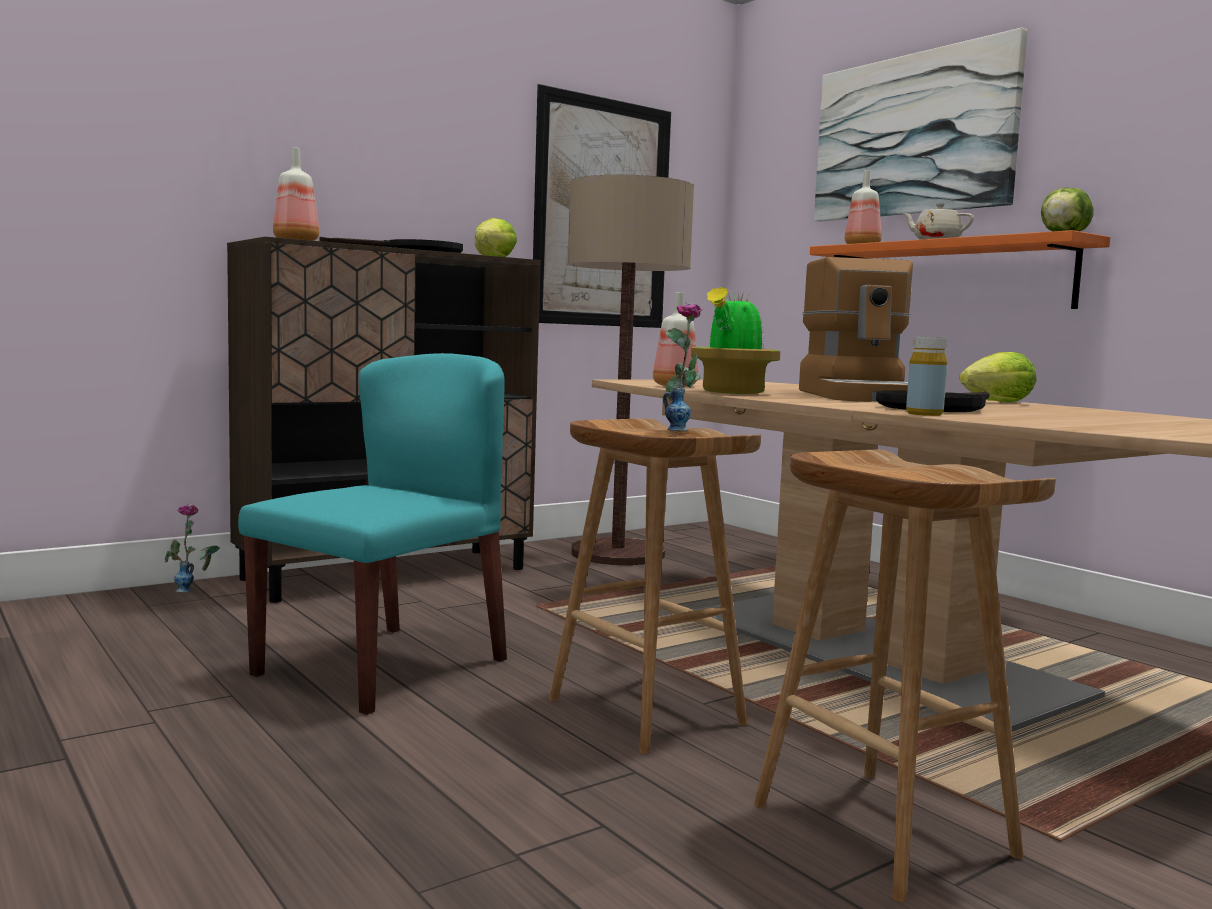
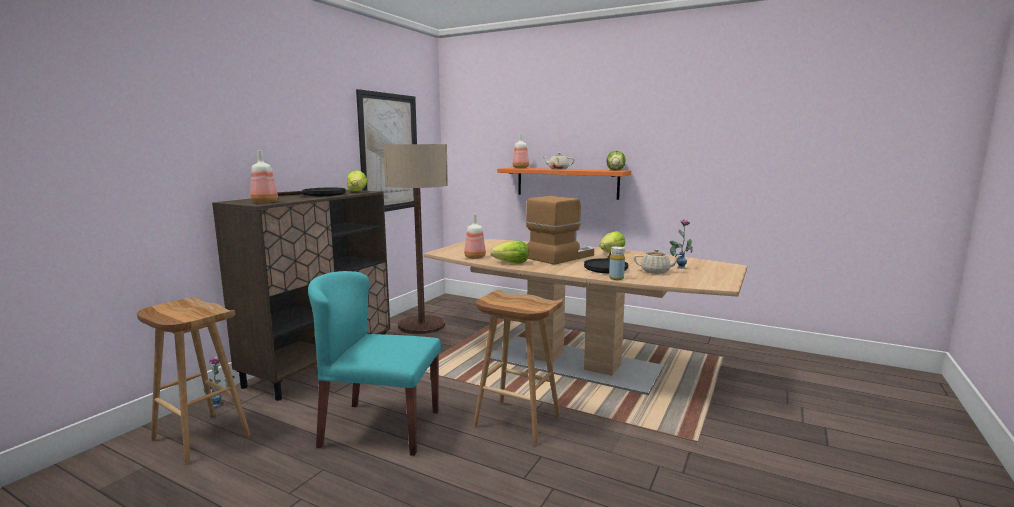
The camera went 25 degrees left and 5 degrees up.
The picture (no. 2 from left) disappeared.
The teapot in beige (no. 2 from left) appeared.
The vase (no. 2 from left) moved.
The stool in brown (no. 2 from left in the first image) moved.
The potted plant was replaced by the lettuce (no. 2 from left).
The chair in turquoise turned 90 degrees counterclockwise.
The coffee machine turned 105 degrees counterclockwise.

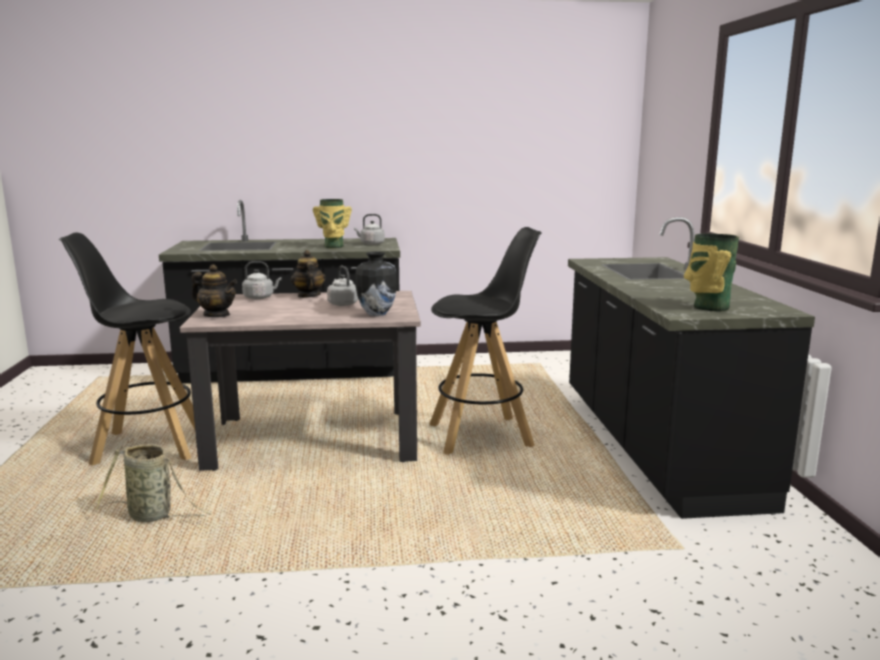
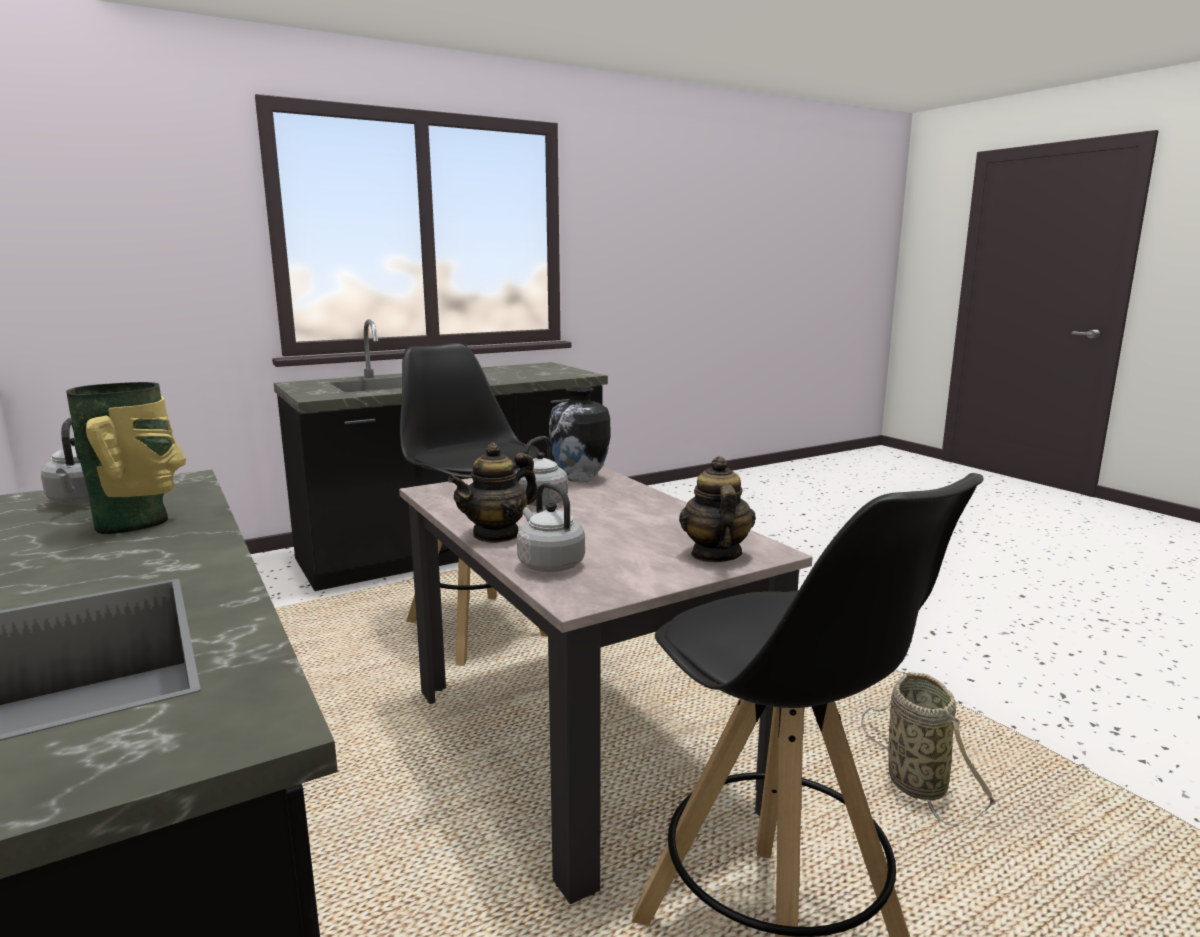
The camera went 115 degrees left and 0 degrees up.
The vase (no. 3 from left) disappeared.

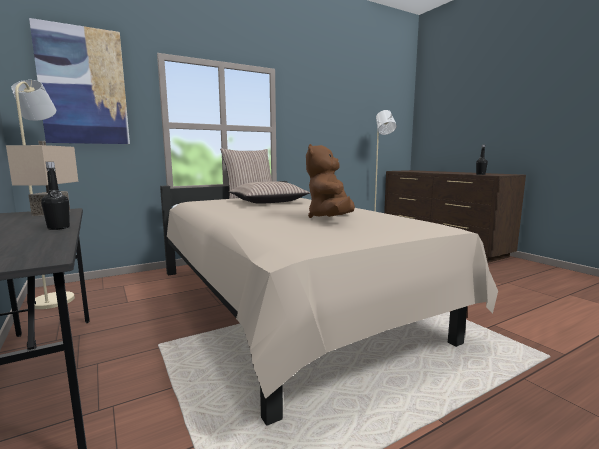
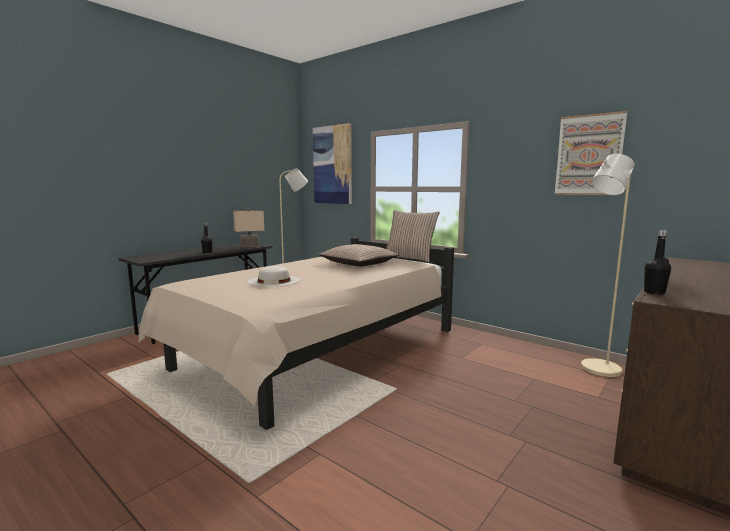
The camera went 70 degrees right and 0 degrees up.
The picture (no. 2 from left) appeared.
The plush toy in brown was replaced by the hat in white.

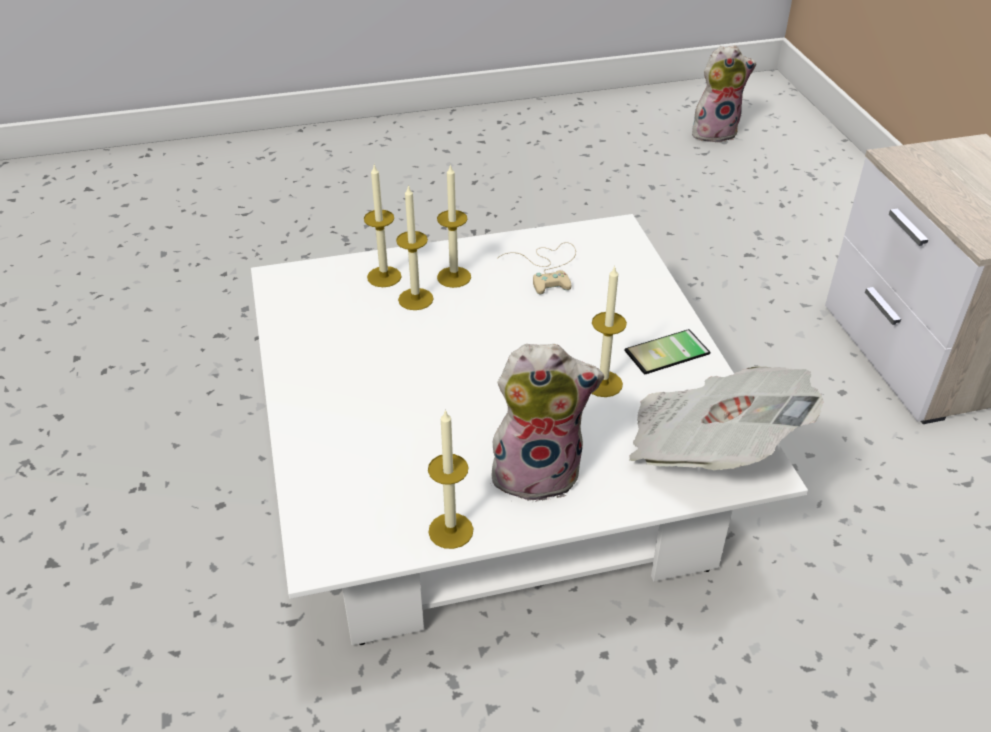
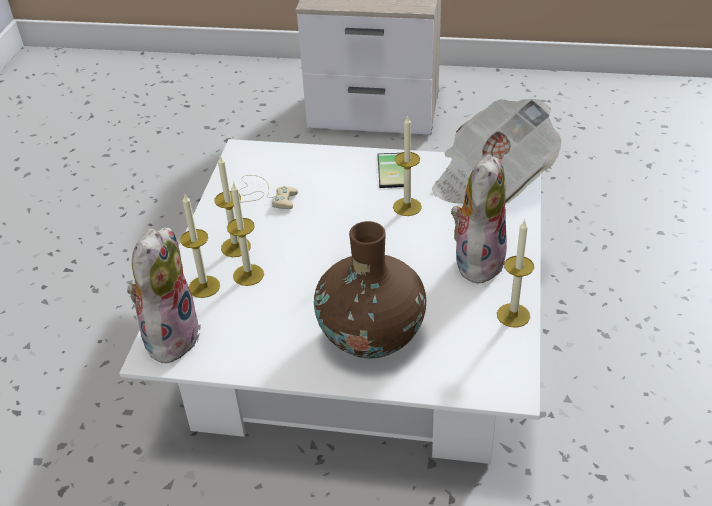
The camera went 65 degrees left and 0 degrees up.
The vase in brown appeared.
The plush toy (no. 2 from left in the first image) moved.

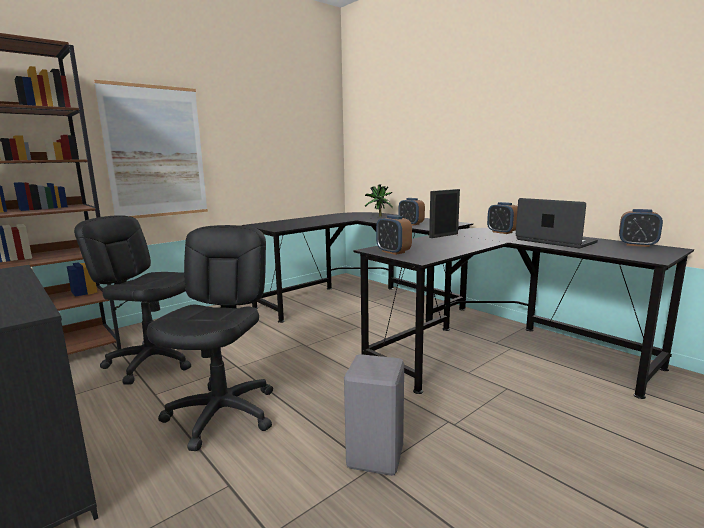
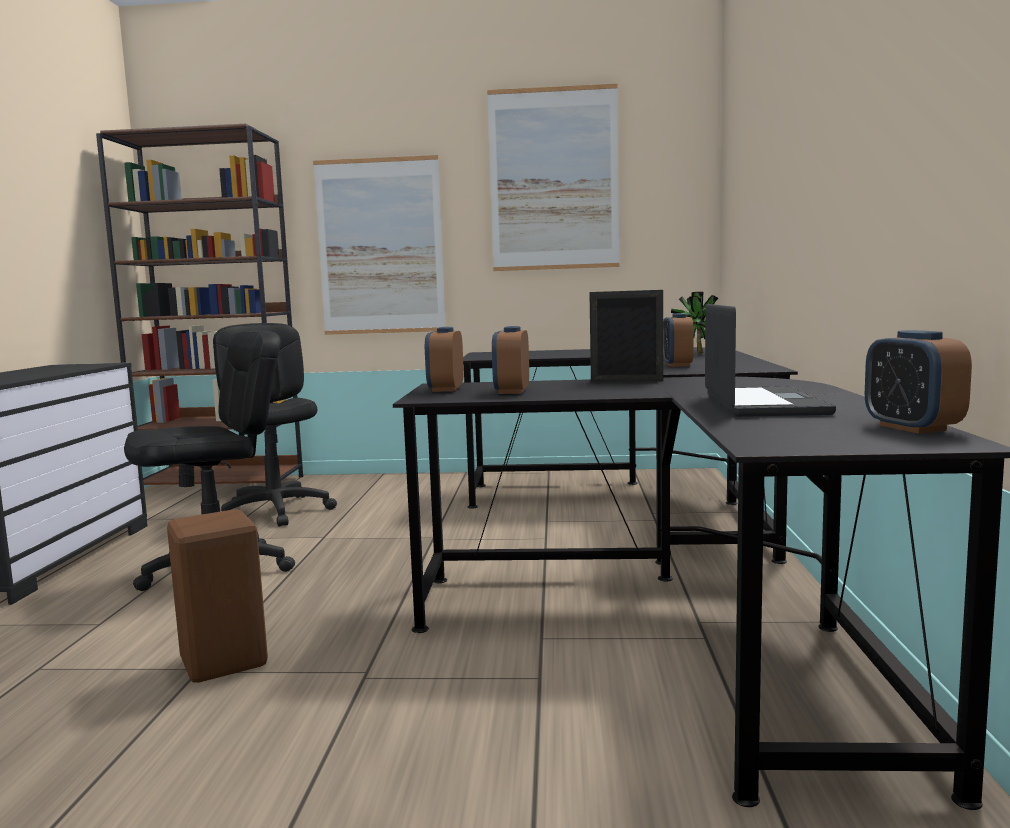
The camera went 45 degrees right and 5 degrees down.
The picture (no. 2 from left) appeared.
The alarm clock (no. 3 from left in the first image) moved.
The stool in grey became the stool in brown.

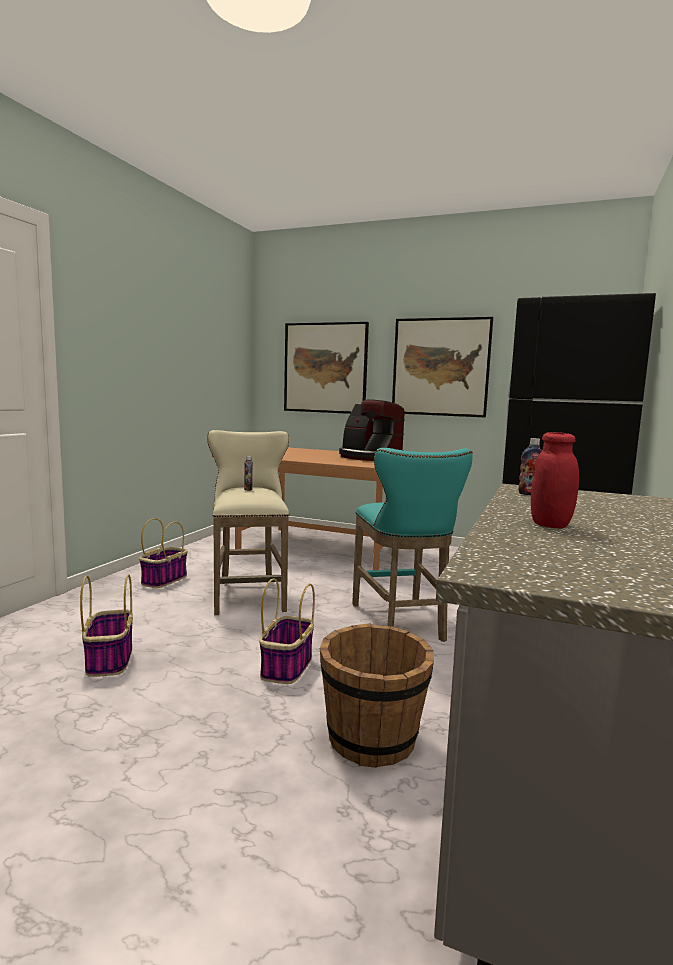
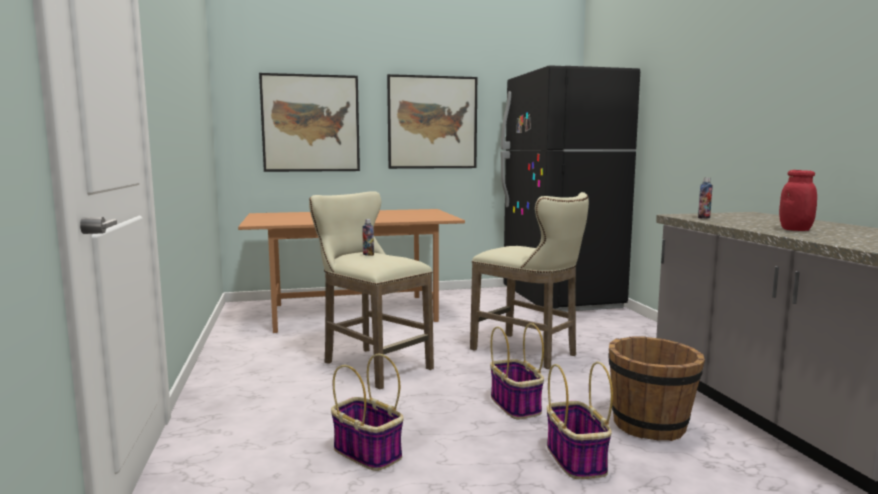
The camera went 35 degrees left and 0 degrees up.
The coffee machine disappeared.
The basket (no. 2 from left in the first image) moved.
The stool in turquoise became the stool in beige (no. 2 from left).

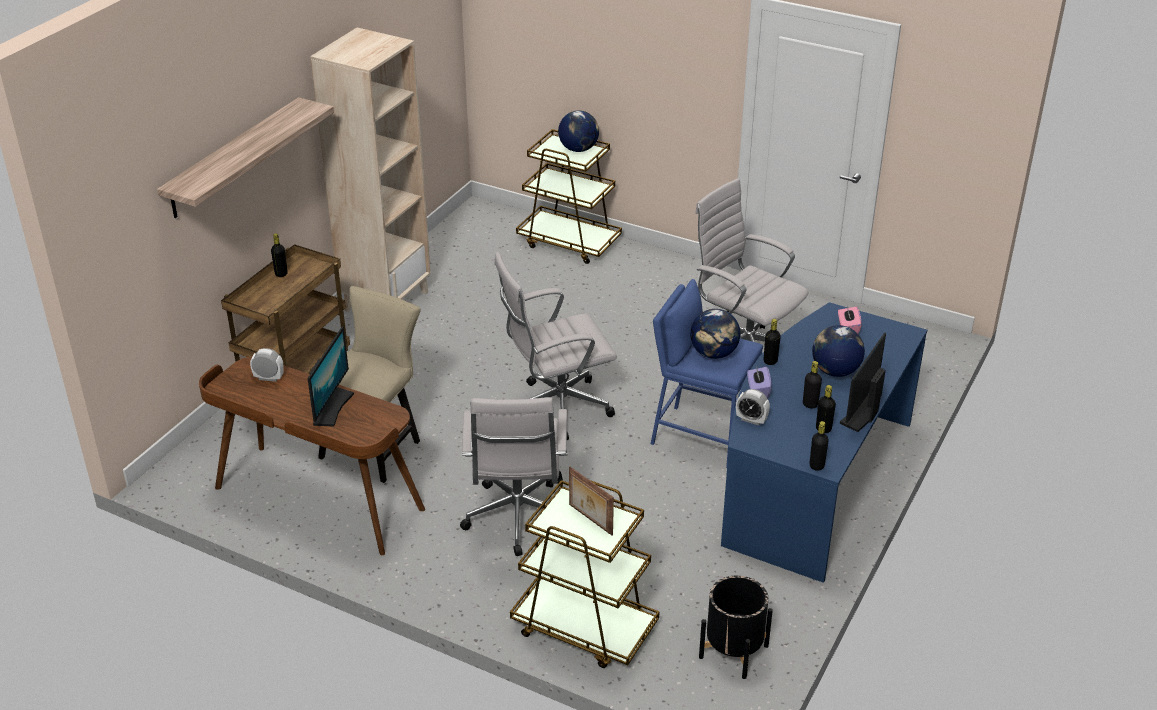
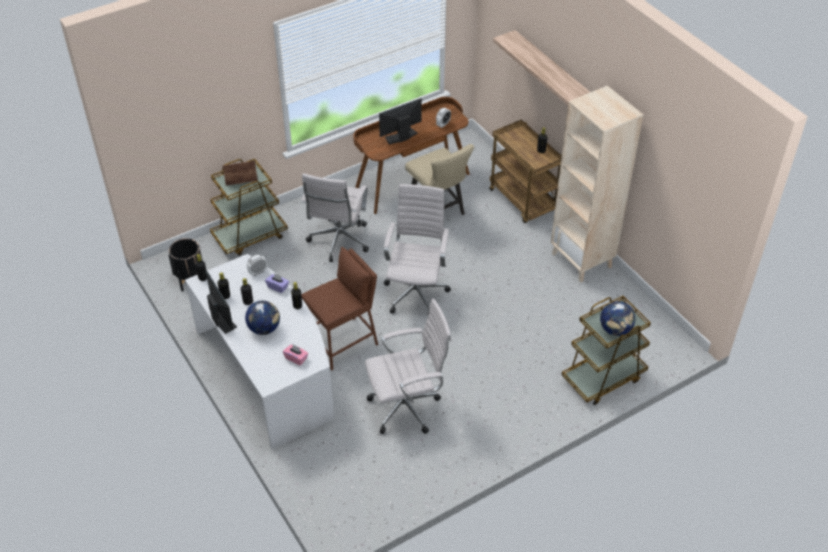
The camera went 120 degrees right and 10 degrees up.
The globe (no. 2 from left) disappeared.
The stool in blue became the stool in brown.
The desk in blue became the desk in white.
The monitor (no. 1 from left in the first image) turned 105 degrees clockwise.
The office chair in white (no. 1 from left) turned 105 degrees counterclockwise.

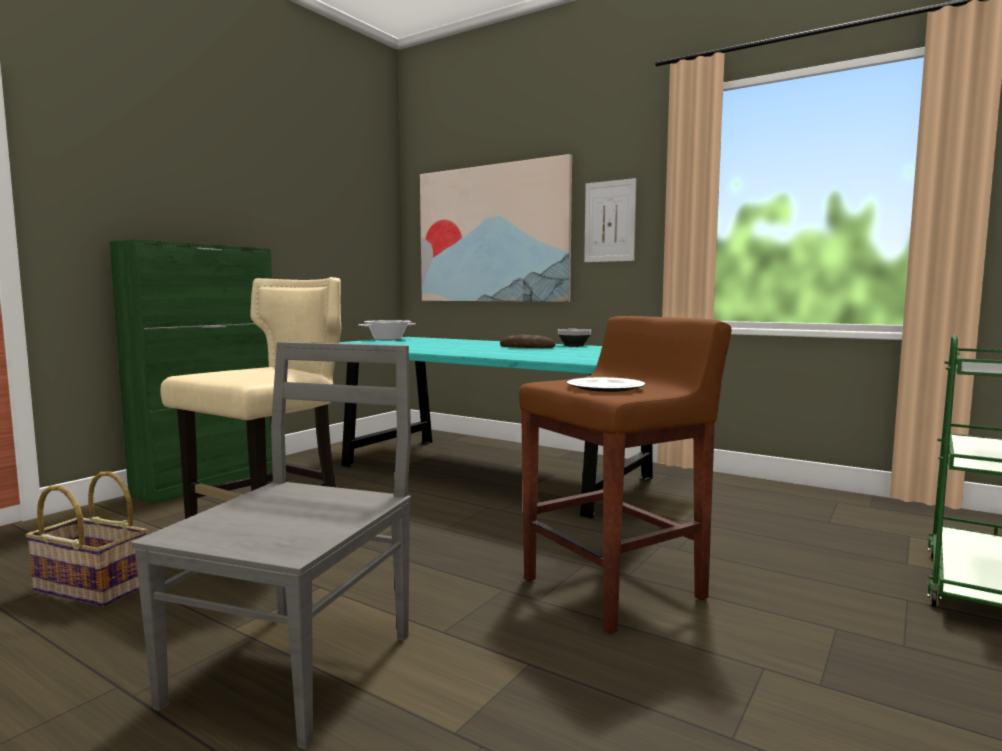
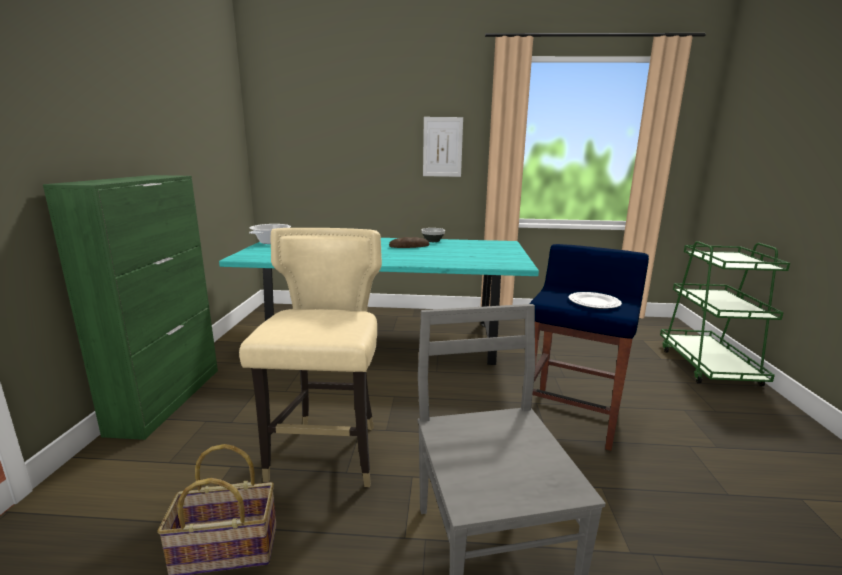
The camera went 30 degrees left and 10 degrees up.
The picture (no. 1 from left) disappeared.
The stool in brown became the stool in blue.

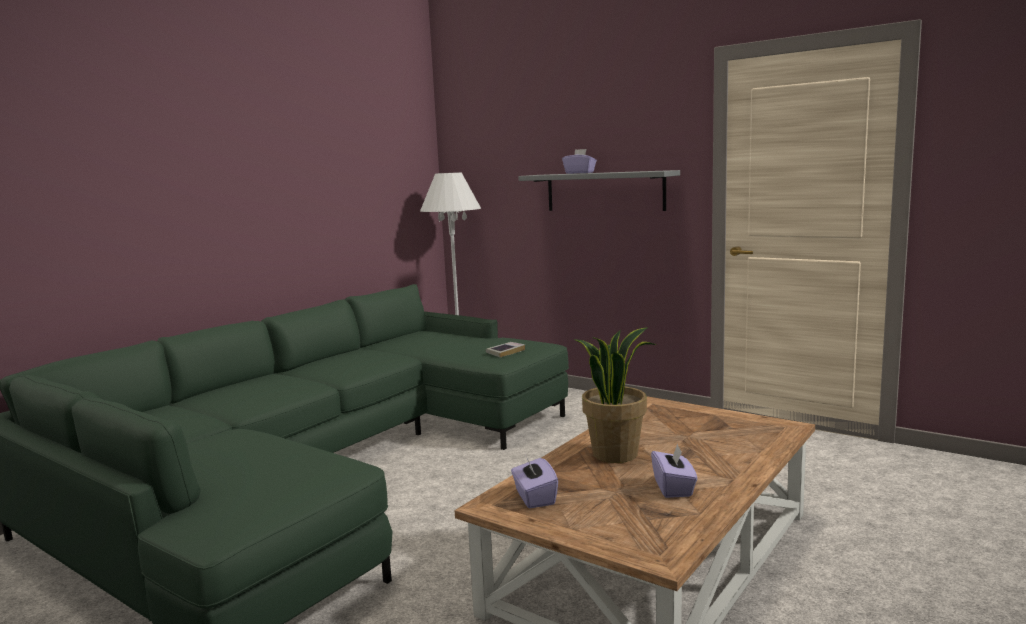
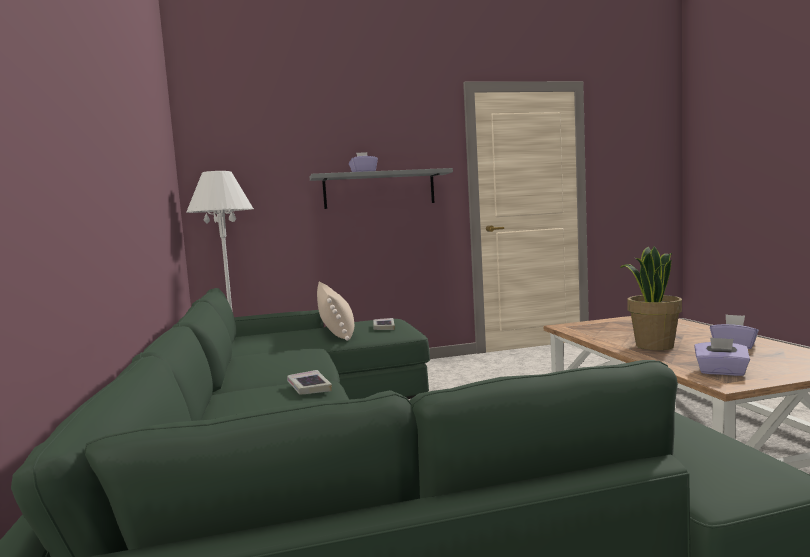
The camera went 50 degrees left and 5 degrees down.
The book (no. 1 from left) appeared.
The pillow in beige appeared.

